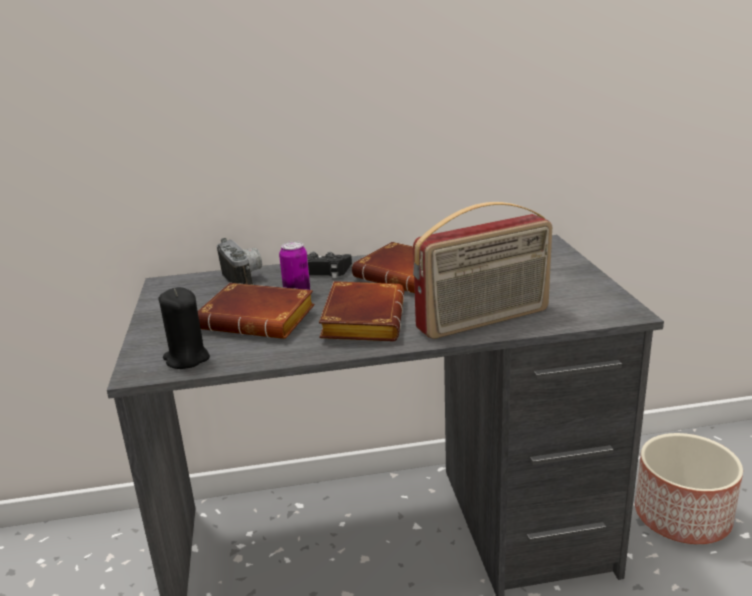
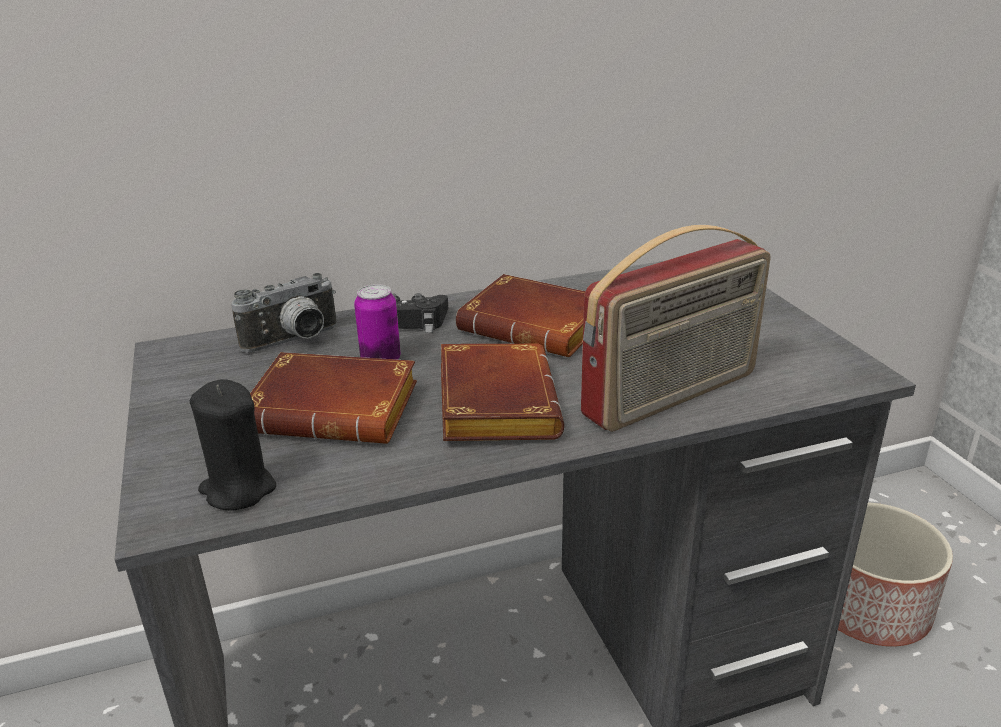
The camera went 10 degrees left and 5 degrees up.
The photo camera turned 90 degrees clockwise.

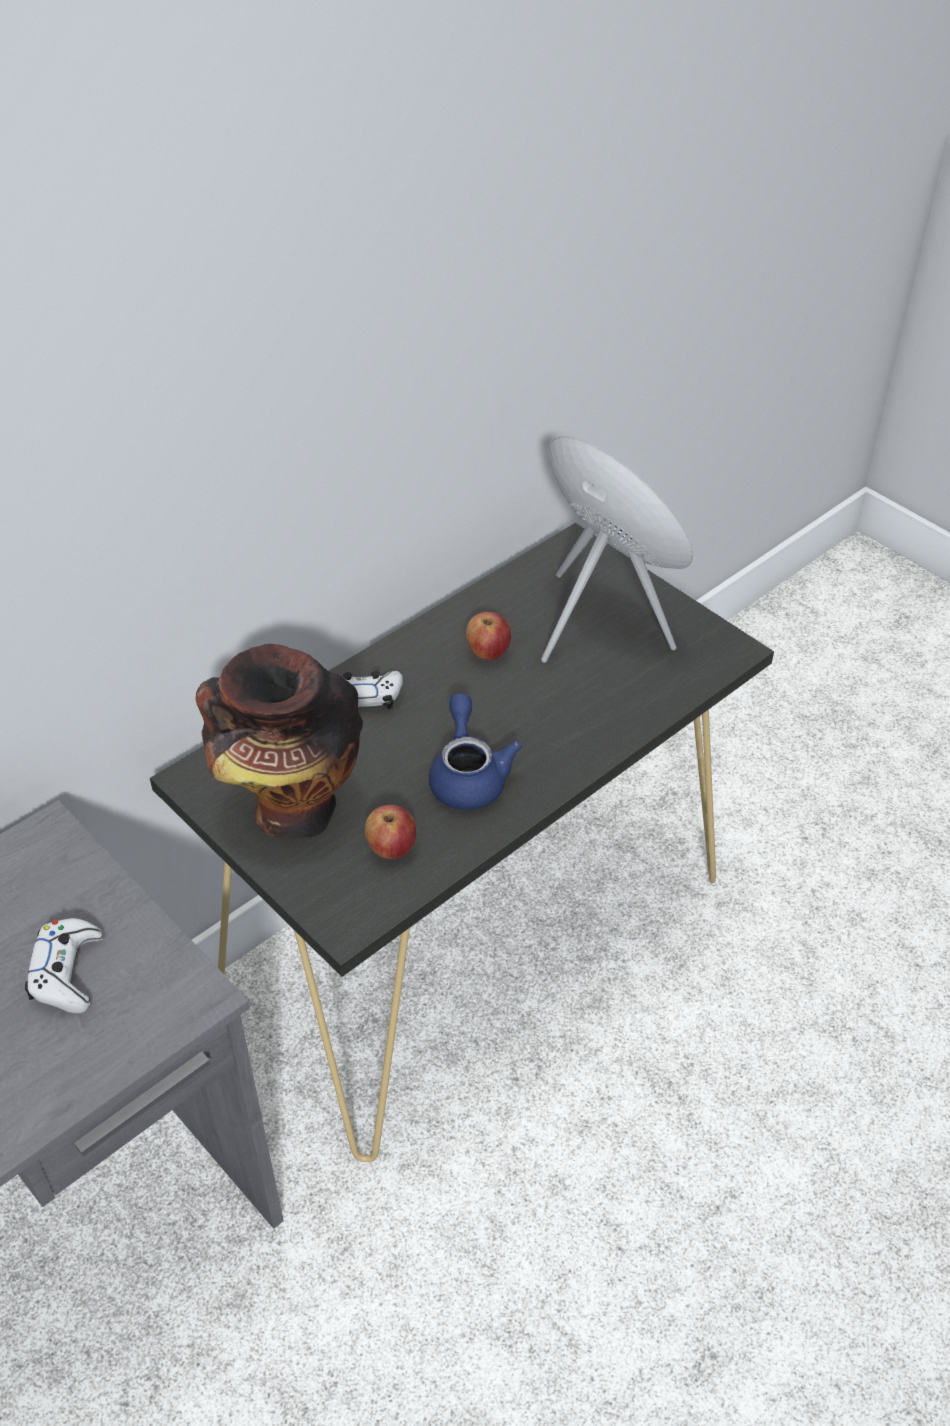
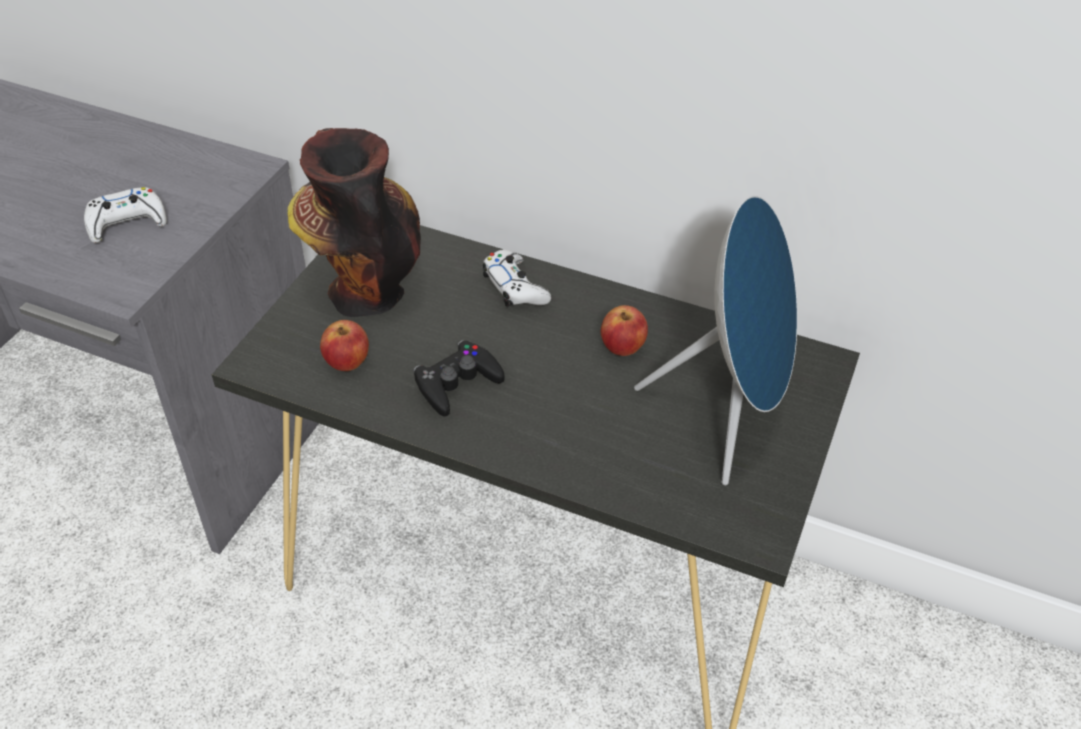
The camera went 65 degrees right and 0 degrees up.
The teapot in blue was replaced by the game controller in black.

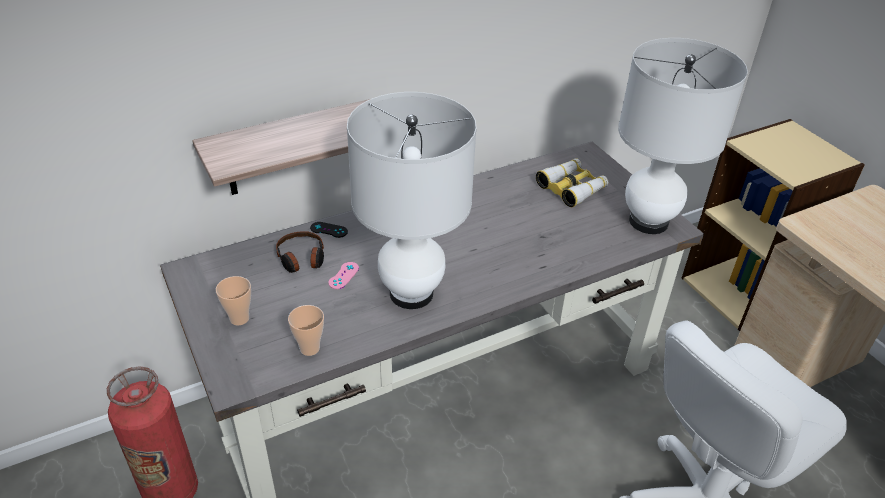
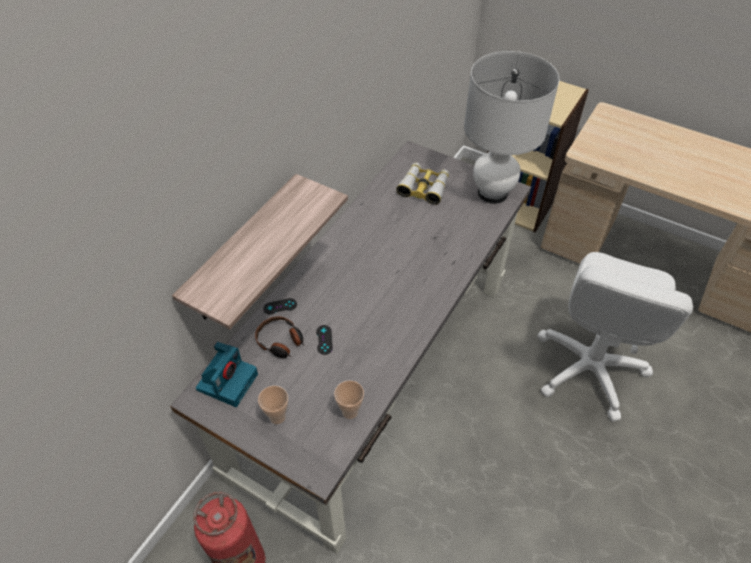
The camera went 30 degrees left and 10 degrees up.
The table lamp in white (no. 1 from left) disappeared.
The photo camera appeared.
The game controller in pink became the game controller in black (no. 2 from left).

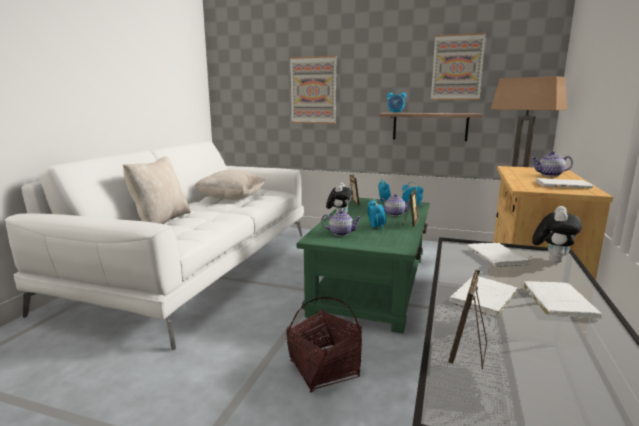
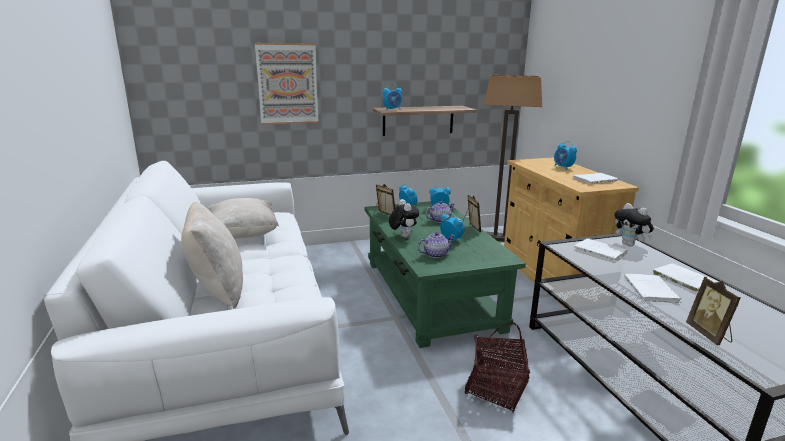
The camera went 35 degrees left and 5 degrees up.
The picture (no. 2 from left) disappeared.
The teapot (no. 3 from left) was replaced by the alarm clock (no. 5 from left).
The plush toy (no. 2 from left) turned 150 degrees clockwise.

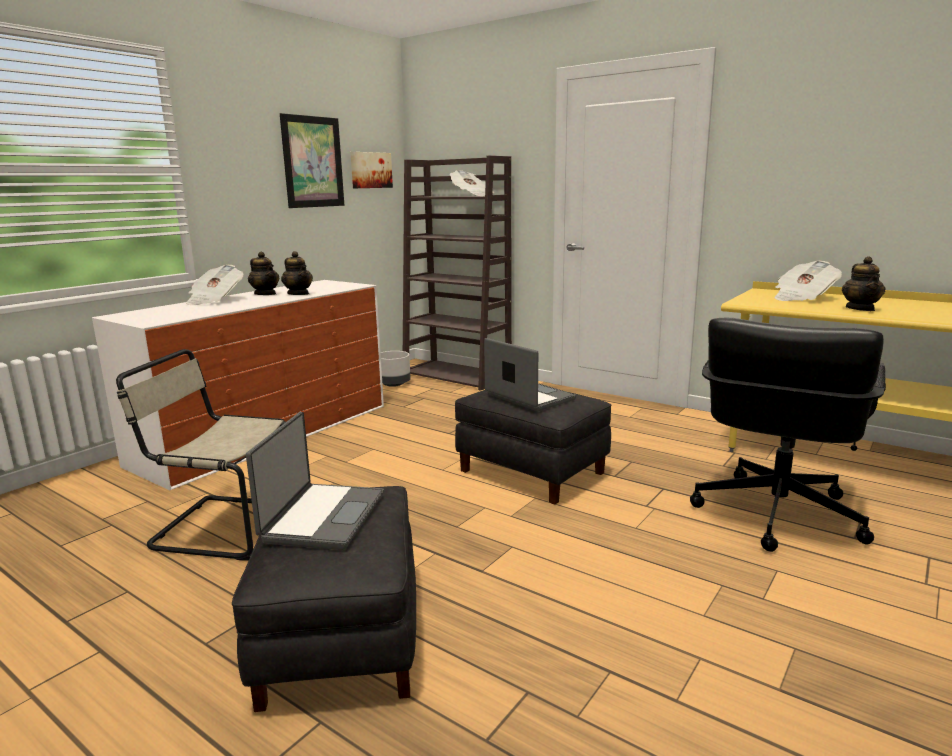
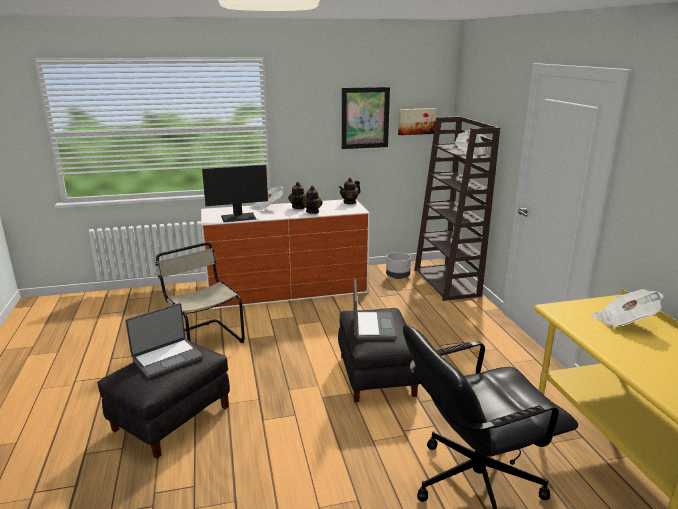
The camera went 40 degrees right and 5 degrees up.
The monitor appeared.
The teapot (no. 3 from left) moved.

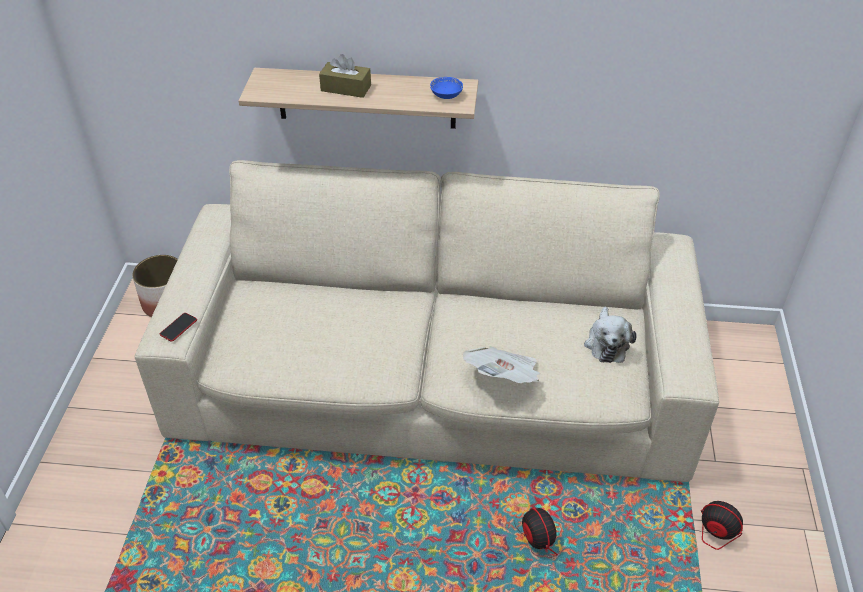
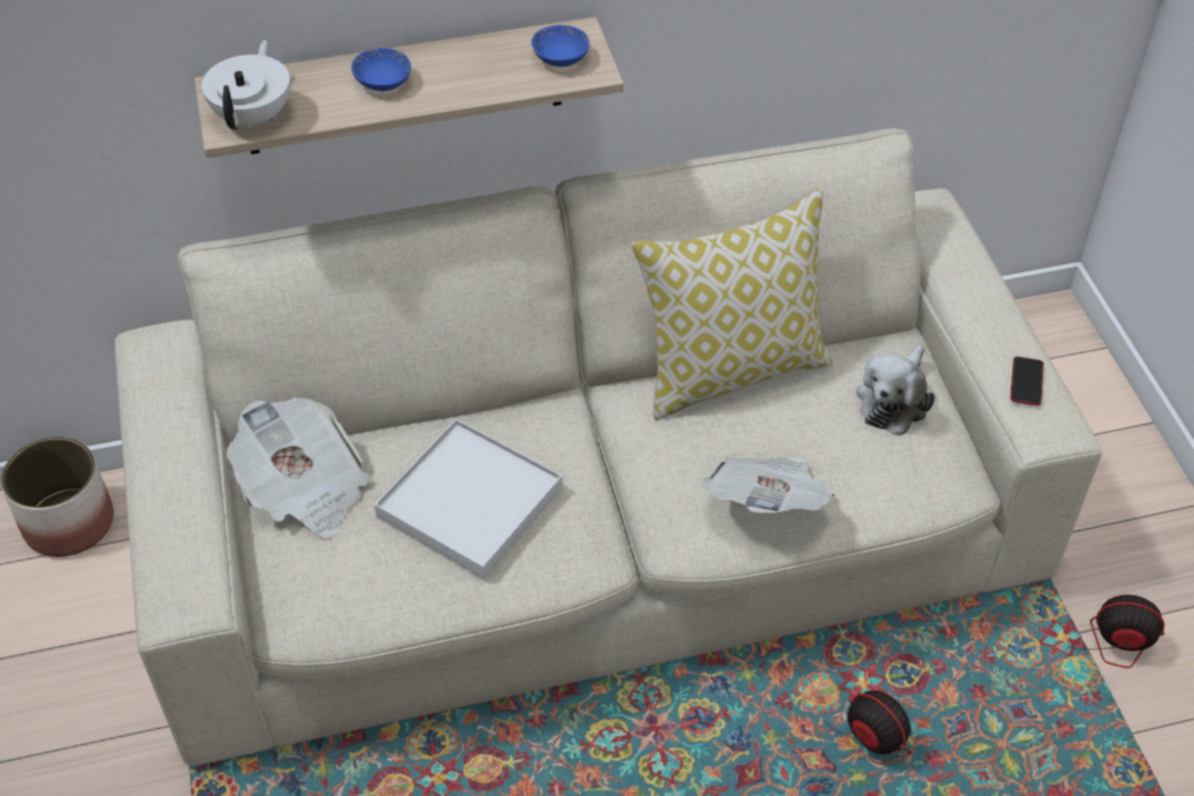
The camera went 20 degrees left and 5 degrees up.
The teapot in white appeared.
The newspaper (no. 1 from left) appeared.
The tray in white appeared.
The pillow appeared.
The phone moved.
The tissue box in brown was replaced by the bowl in blue (no. 1 from left).
The plush toy turned 45 degrees clockwise.

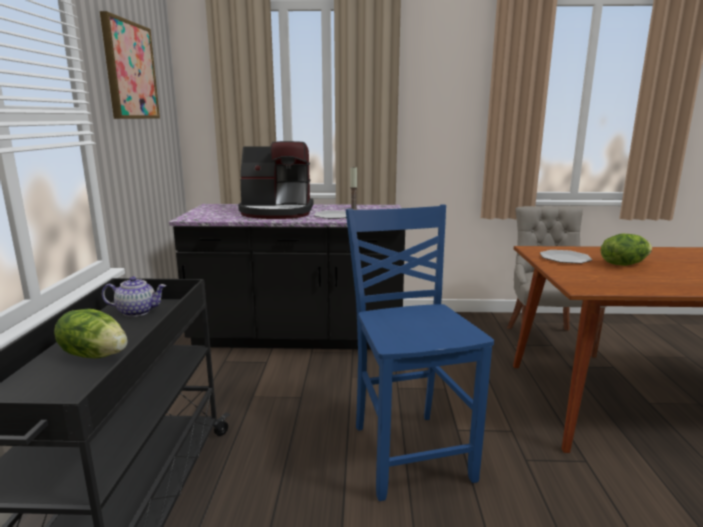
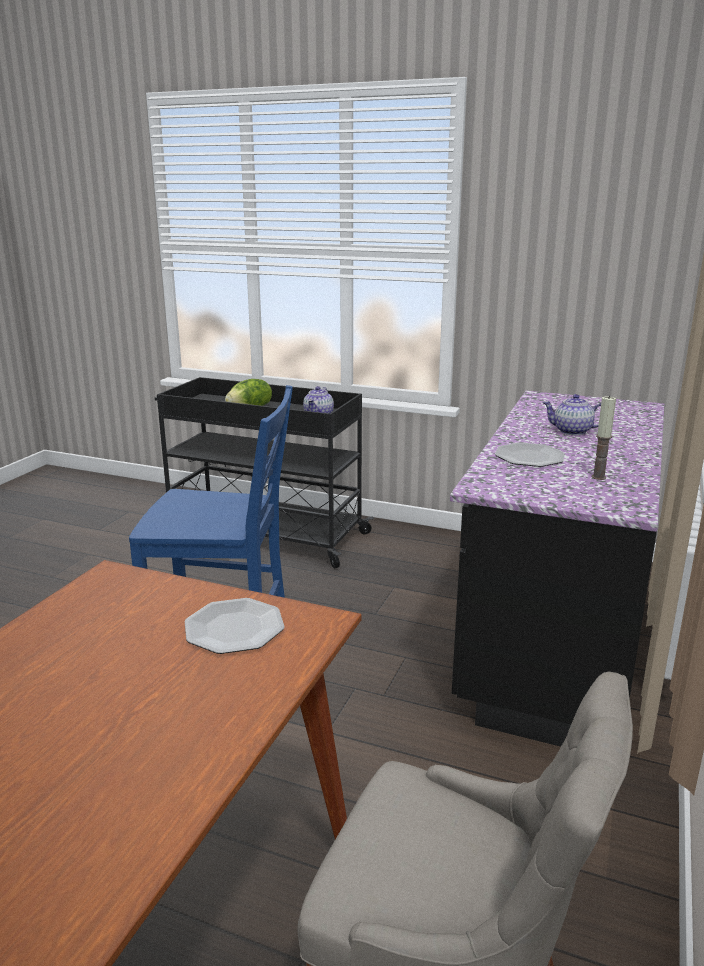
The camera went 110 degrees right and 5 degrees up.
The picture disappeared.
The lettuce (no. 2 from left) disappeared.
The coffee machine was replaced by the teapot (no. 2 from left).

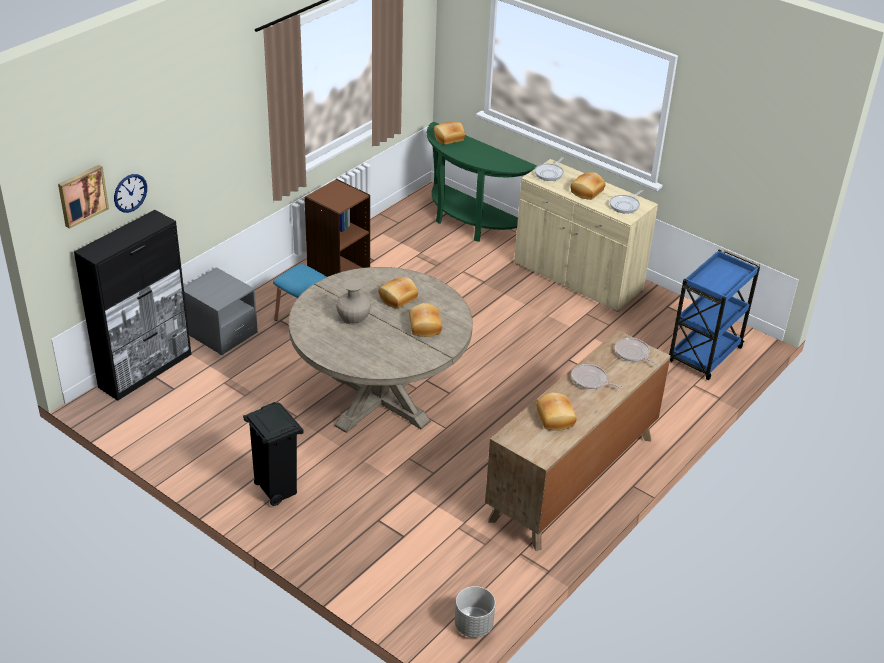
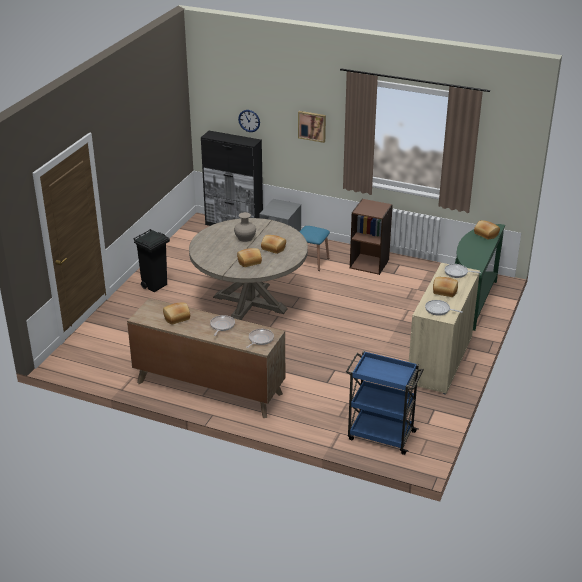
The camera went 75 degrees right and 5 degrees down.
The planter in grey disappeared.
The picture moved.

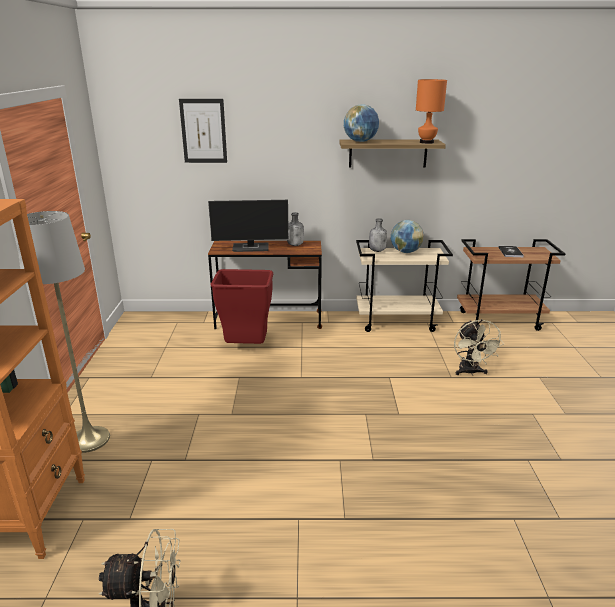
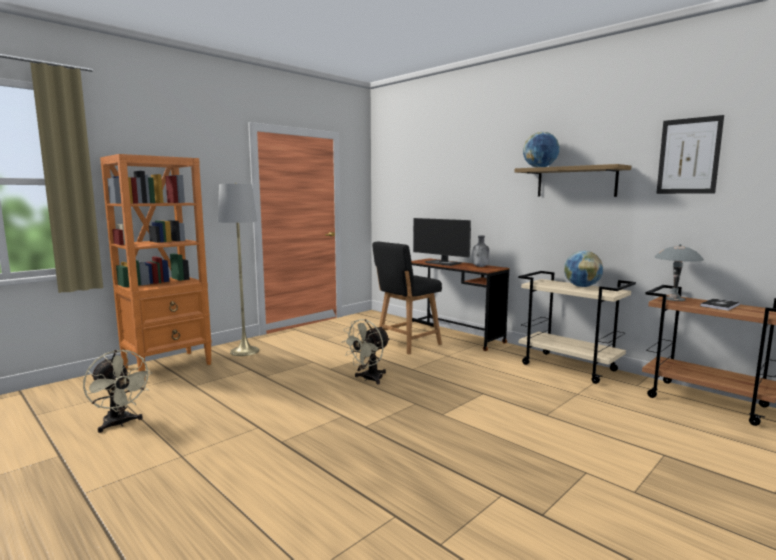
The camera went 45 degrees right and 15 degrees down.
The bottle in grey (no. 2 from left) disappeared.
The table lamp in orange disappeared.
The table lamp in grey appeared.
The picture moved.
The fan in beige (no. 2 from left) moved.
The trash can in red was replaced by the chair in black.

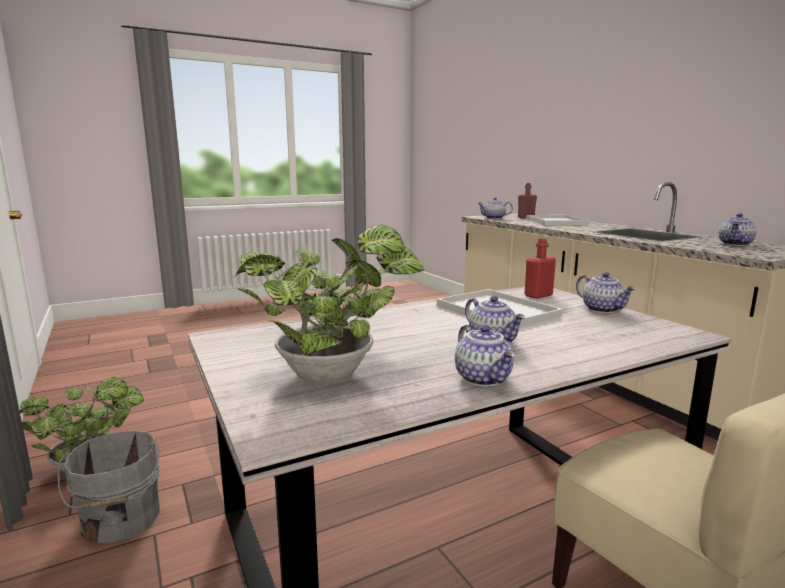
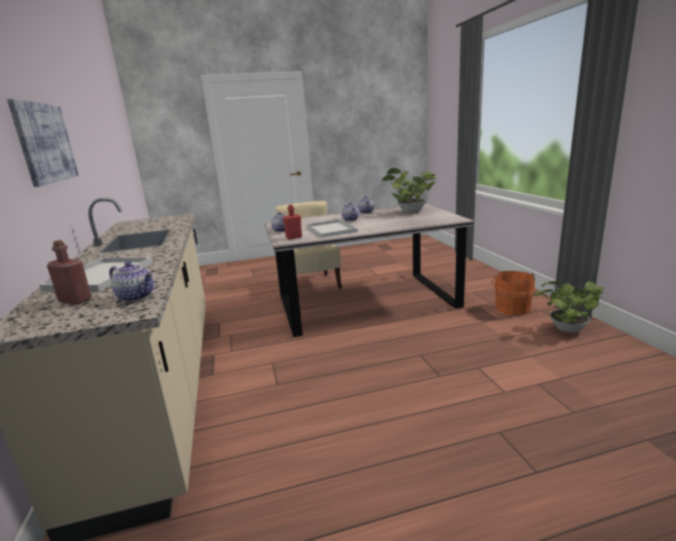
The camera went 165 degrees left and 5 degrees up.
The teapot (no. 5 from left) disappeared.
The picture appeared.
The bucket in grey became the bucket in orange.

